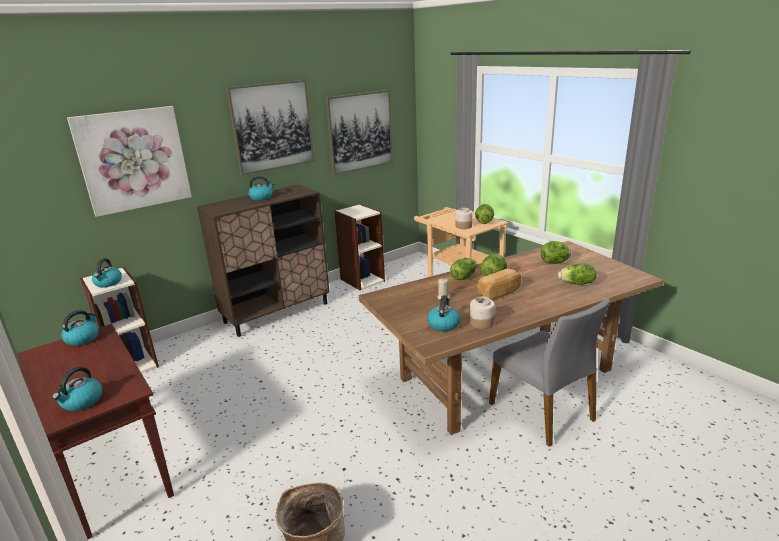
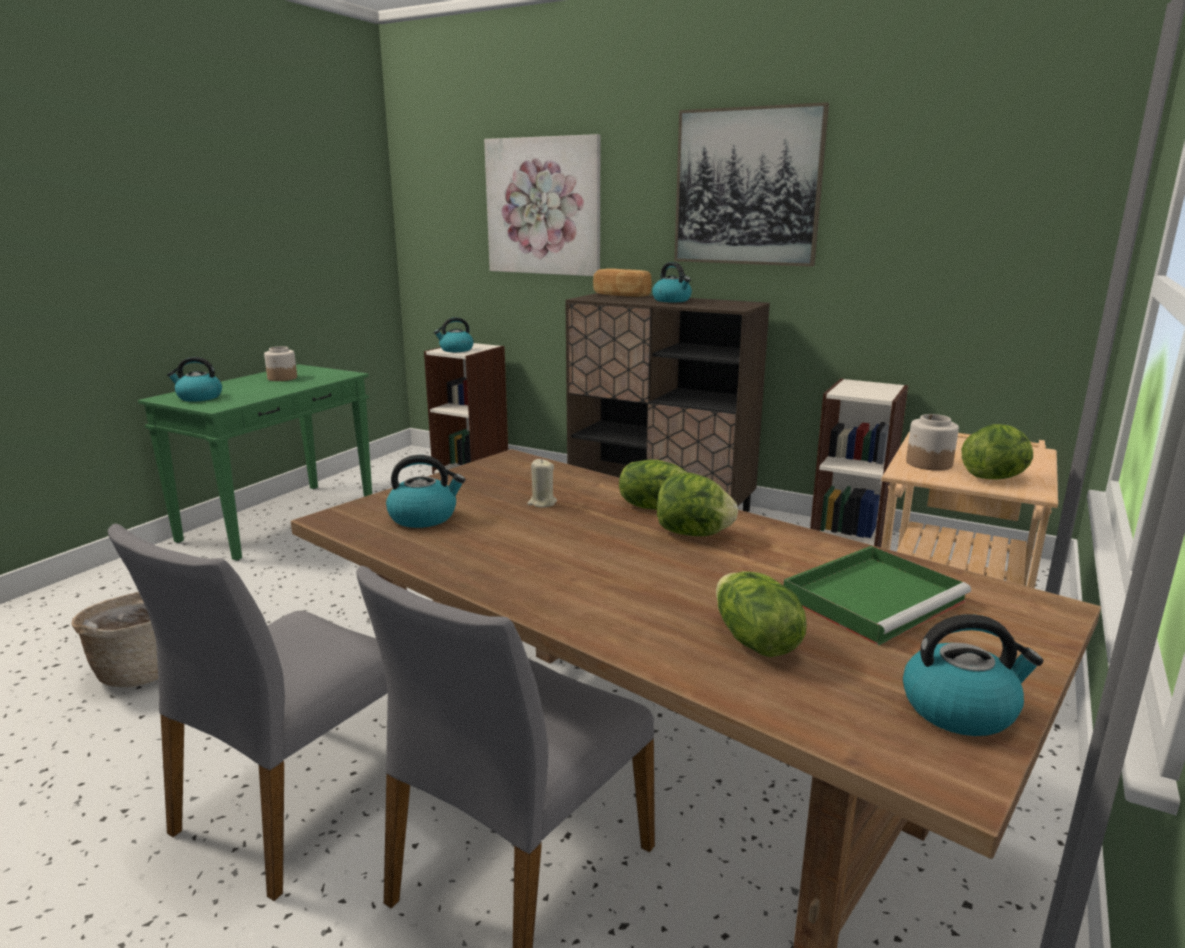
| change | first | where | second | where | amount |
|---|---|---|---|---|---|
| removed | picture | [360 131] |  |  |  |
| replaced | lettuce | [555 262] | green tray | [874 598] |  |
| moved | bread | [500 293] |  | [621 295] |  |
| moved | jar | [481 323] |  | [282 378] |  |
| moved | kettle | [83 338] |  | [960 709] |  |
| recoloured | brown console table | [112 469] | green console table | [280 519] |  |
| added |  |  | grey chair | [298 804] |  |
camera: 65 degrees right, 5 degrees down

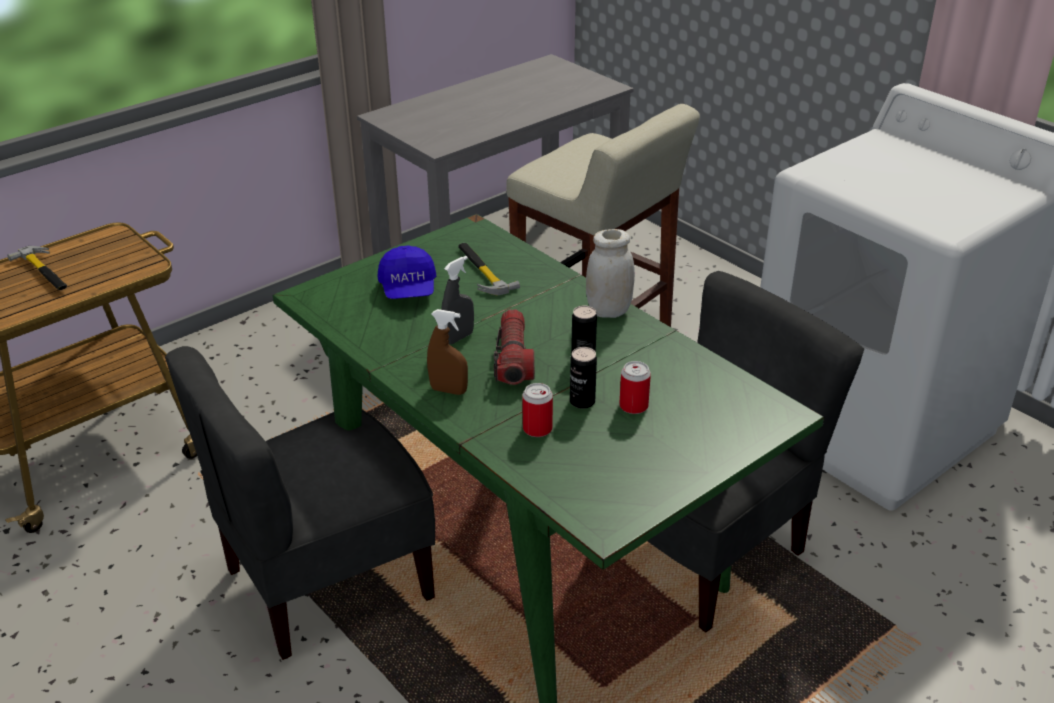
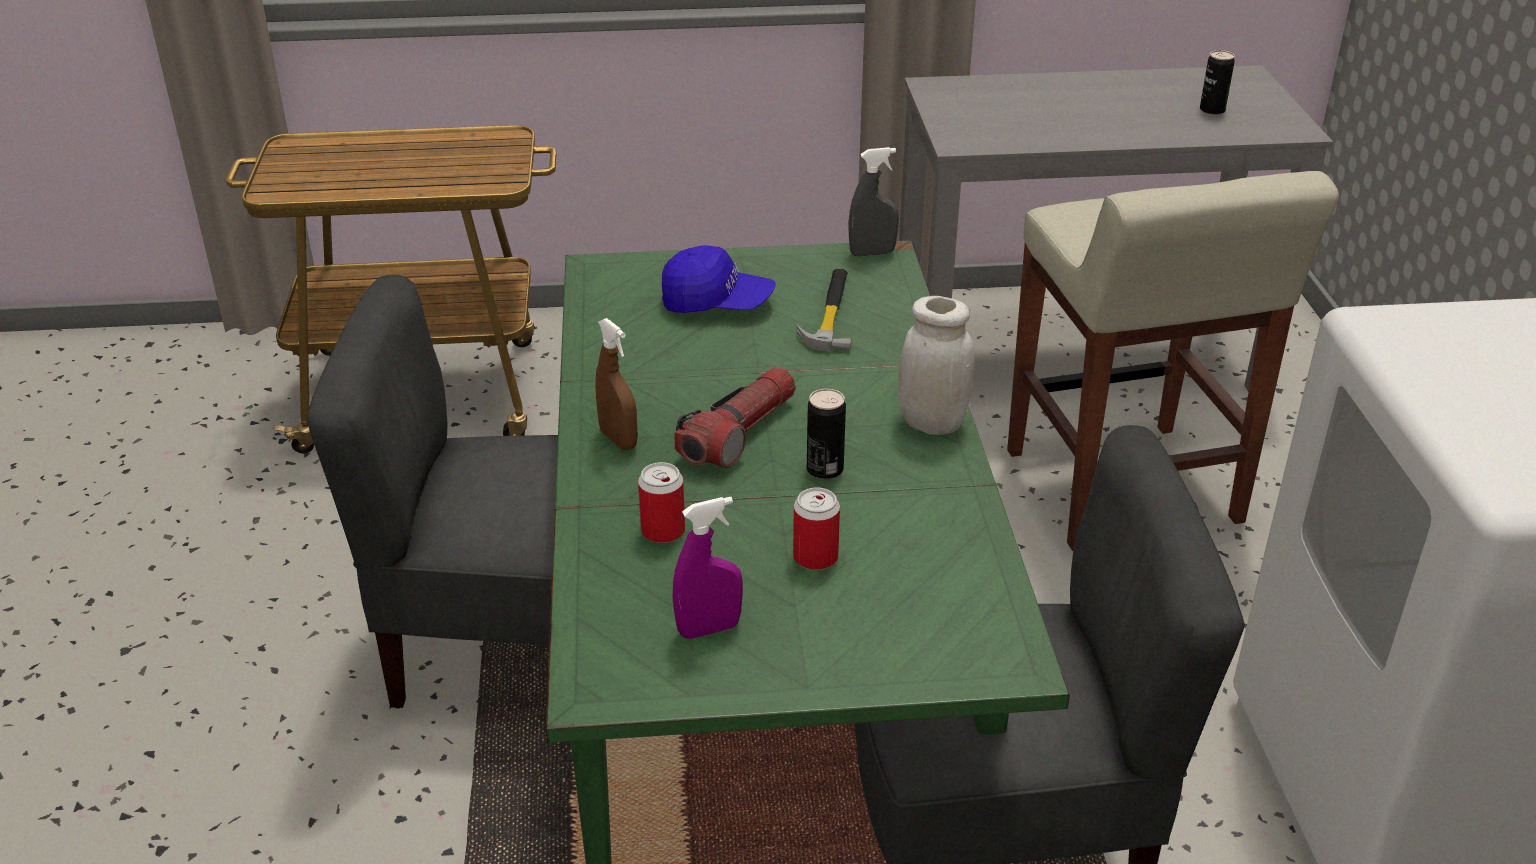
| change | first | where | second | where | amount |
|---|---|---|---|---|---|
| turned | blue cap | [408 289] |  | [717 303] | 105 degrees counterclockwise |
| removed | hammer | [44 271] |  |  |  |
| moved | grey spray bottle | [458 337] |  | [872 253] |  |
| moved | can | [582 402] |  | [1212 110] |  |
| added |  |  | purple spray bottle | [709 629] |  |
camera: 35 degrees right, 0 degrees up

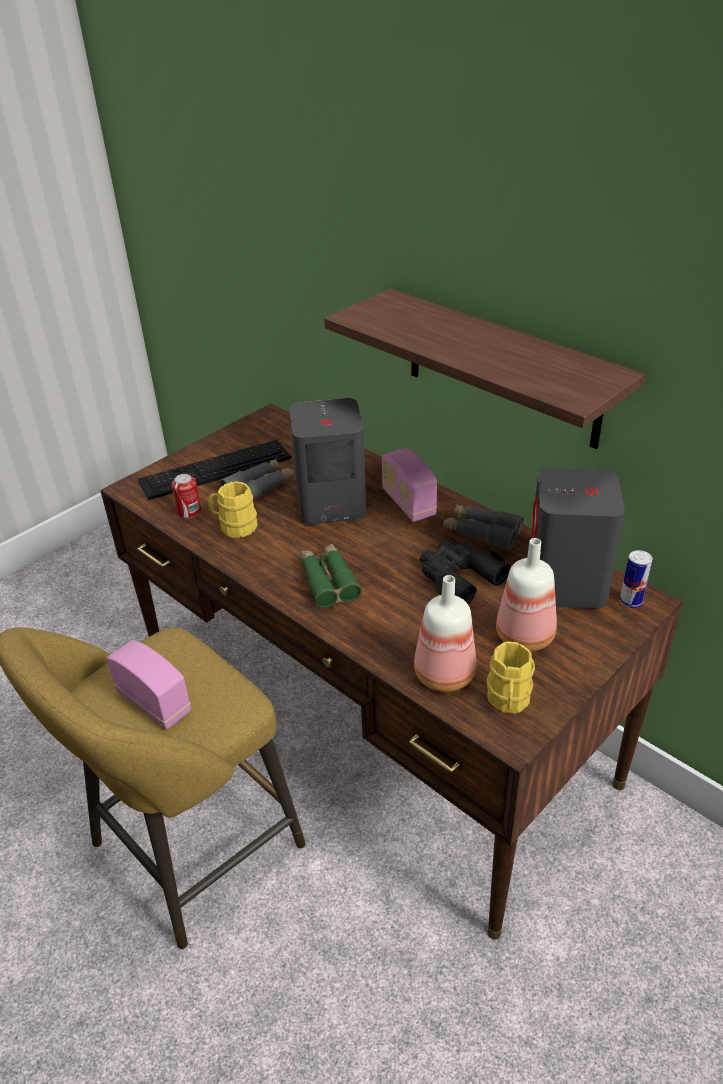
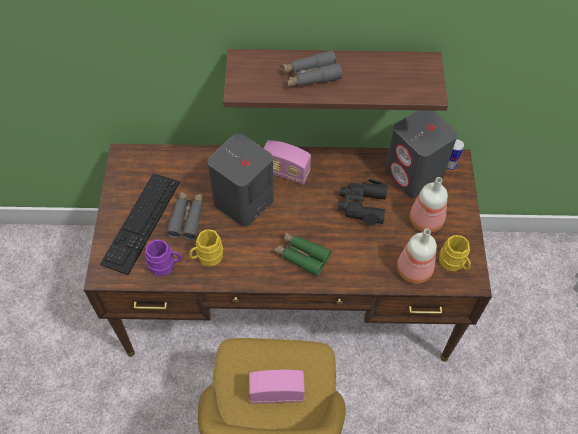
| change | first | where | second | where | amount |
|---|---|---|---|---|---|
| replaced | can | [189 511] | purple mug | [165 265] |  |
| moved | grey binoculars | [481 532] |  | [310 76] |  |
camera: 45 degrees left, 20 degrees up

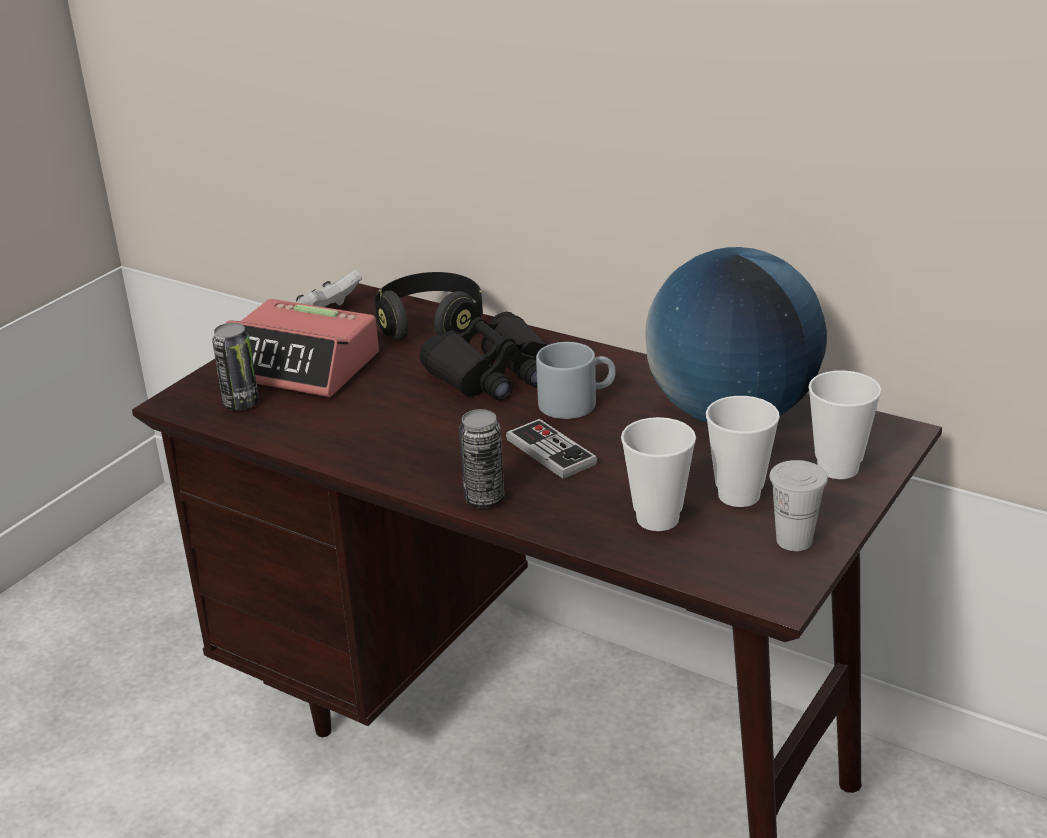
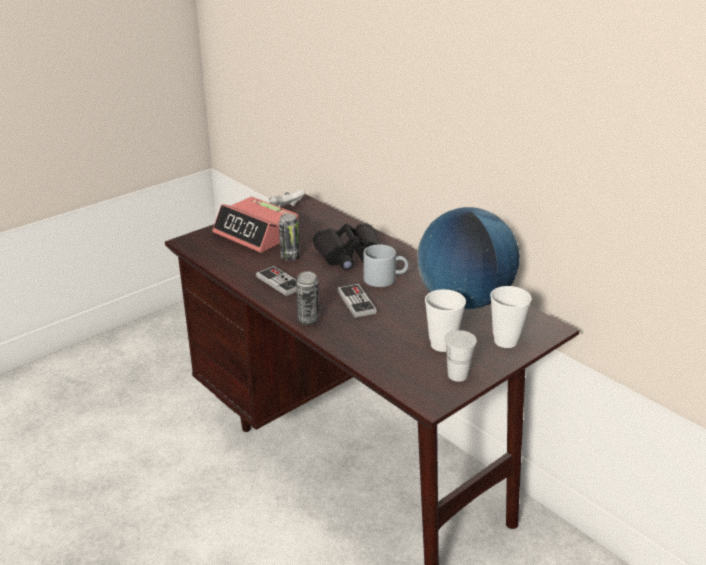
| change | first | where | second | where | amount |
|---|---|---|---|---|---|
| removed | black headphones | [431 325] |  |  |  |
| moved | can | [241 404] |  | [290 257] |  |
| removed | cup | [657 519] |  |  |  |
| added |  |  | game controller | [280 282] |  |
camera: 15 degrees right, 0 degrees up

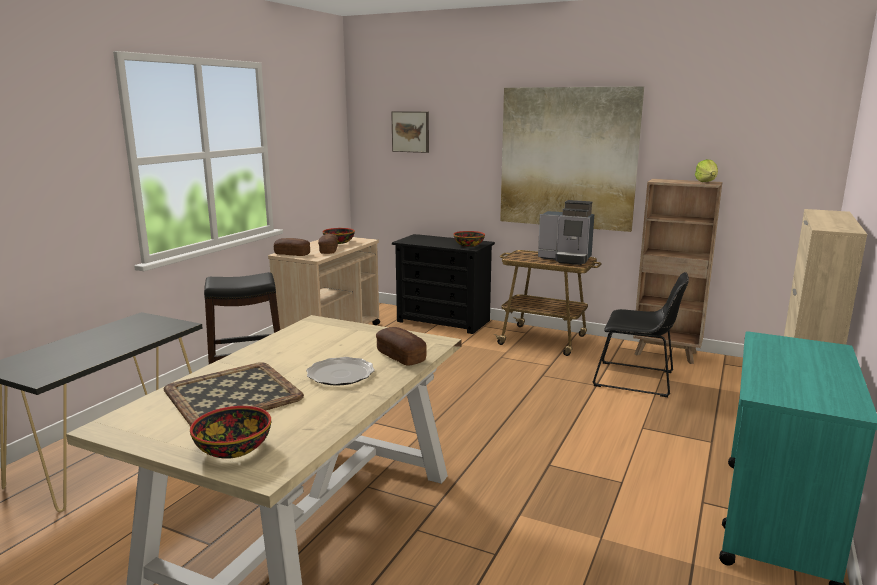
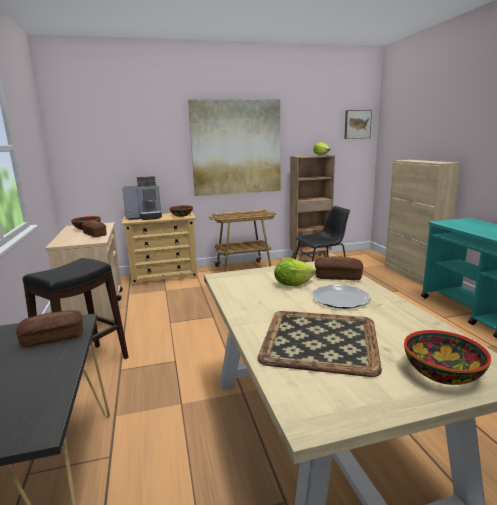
| change | first | where | second | where | amount |
|---|---|---|---|---|---|
| moved | picture | [411 131] |  | [357 124] |  |
| moved | coffee machine | [566 259] |  | [145 217] |  |
| recoloured | black dresser | [443 321] | beige dresser | [165 276] |  |
| moved | bread | [292 254] |  | [53 338] |  |
| added |  |  | lettuce | [292 284] |  |
camera: 40 degrees left, 0 degrees up

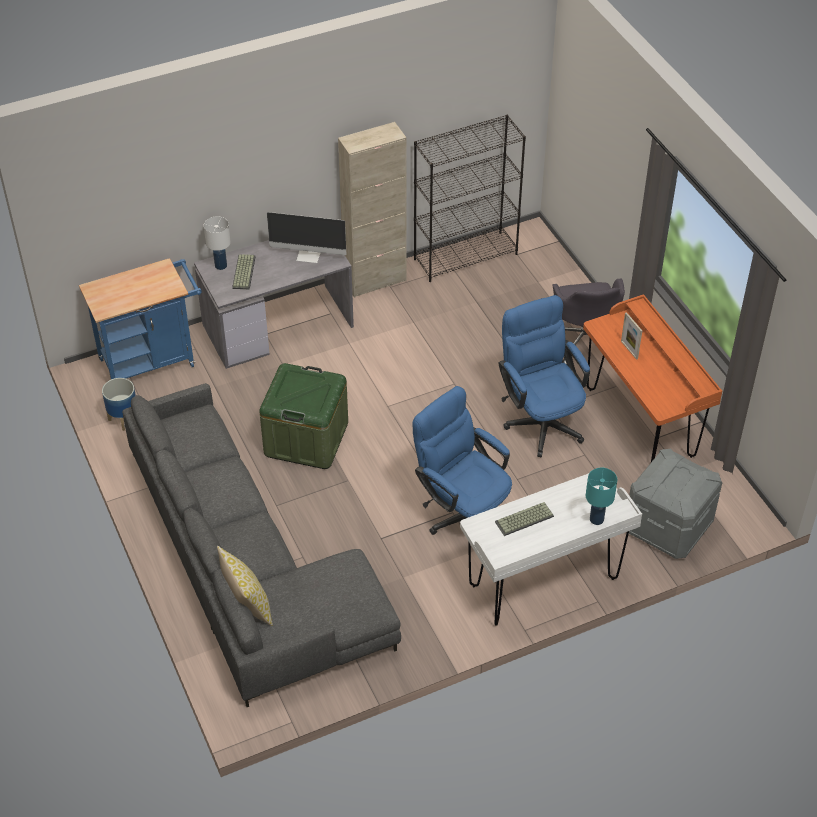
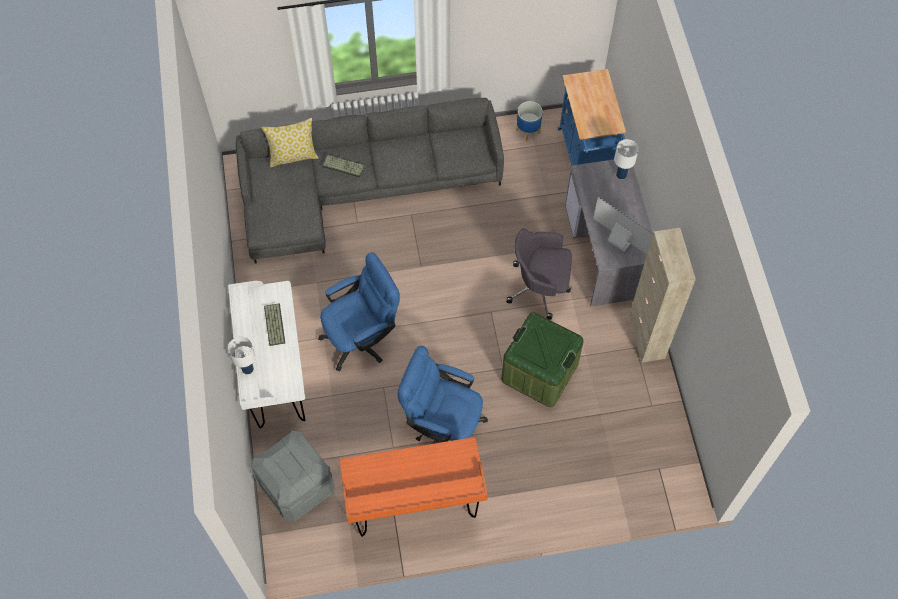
| change | first | where | second | where | amount |
|---|---|---|---|---|---|
| removed | black bookcase | [466 256] |  |  |  |
| turned | monitor | [309 255] |  | [619 241] | 105 degrees clockwise |
| moved | keyboard | [243 272] |  | [344 166] |  |
| moved | grey office chair | [584 340] |  | [540 287] |  |
| turned | blue office chair | [540 419] |  | [443 425] | 150 degrees counterclockwise |
| removed | picture frame | [629 350] |  |  |  |
| moved | green storage box | [306 438] |  | [539 372] |  |
| recoloured | turquoise table lamp | [596 519] | white table lamp | [248 369] |  |
camera: 105 degrees right, 15 degrees up

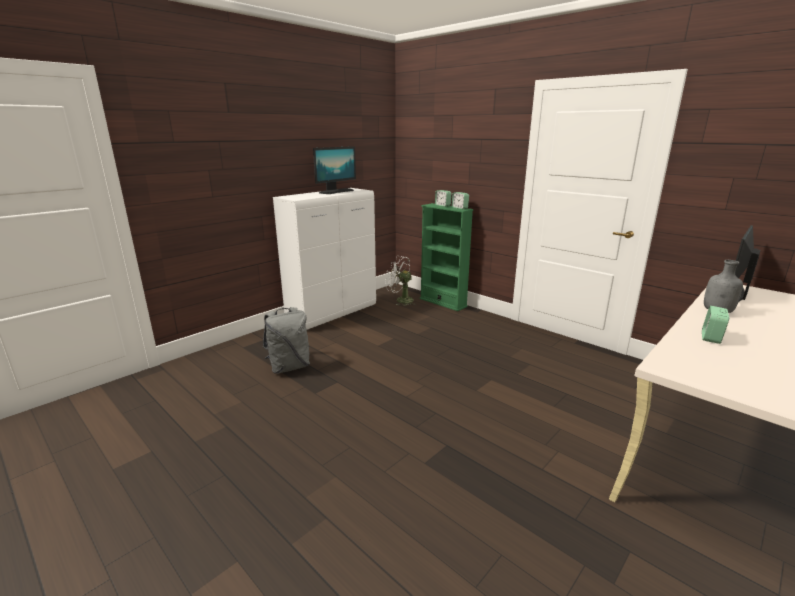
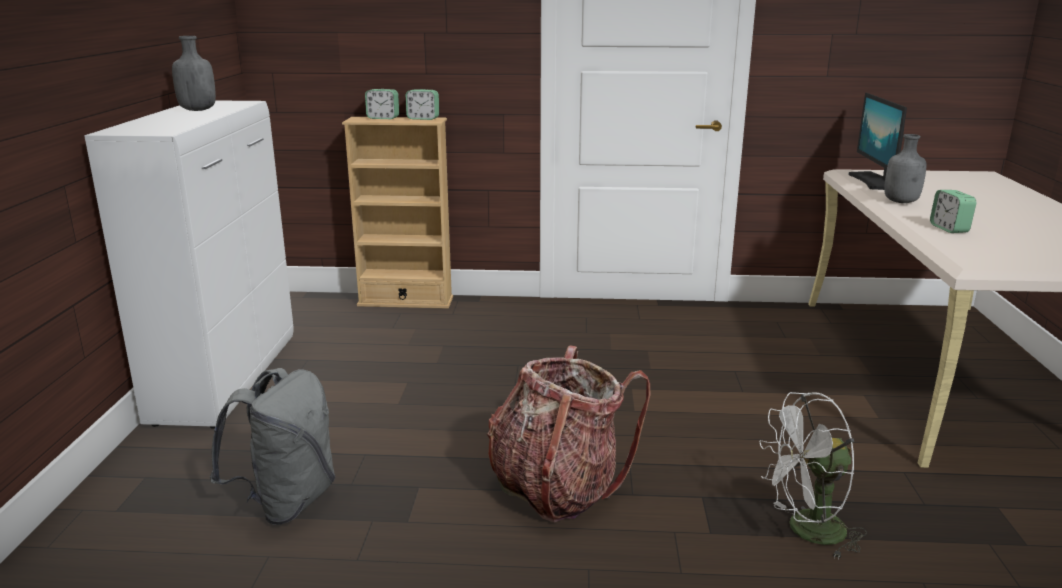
| change | first | where | second | where | amount |
|---|---|---|---|---|---|
| replaced | monitor | [336 191] | grey bottle | [197 110] |  |
| recoloured | green bookcase | [443 302] | beige bookcase | [405 301] |  |
| moved | white fan | [400 300] |  | [806 532] |  |
| added |  |  | backpack | [557 488] |  |
camera: 40 degrees left, 0 degrees up

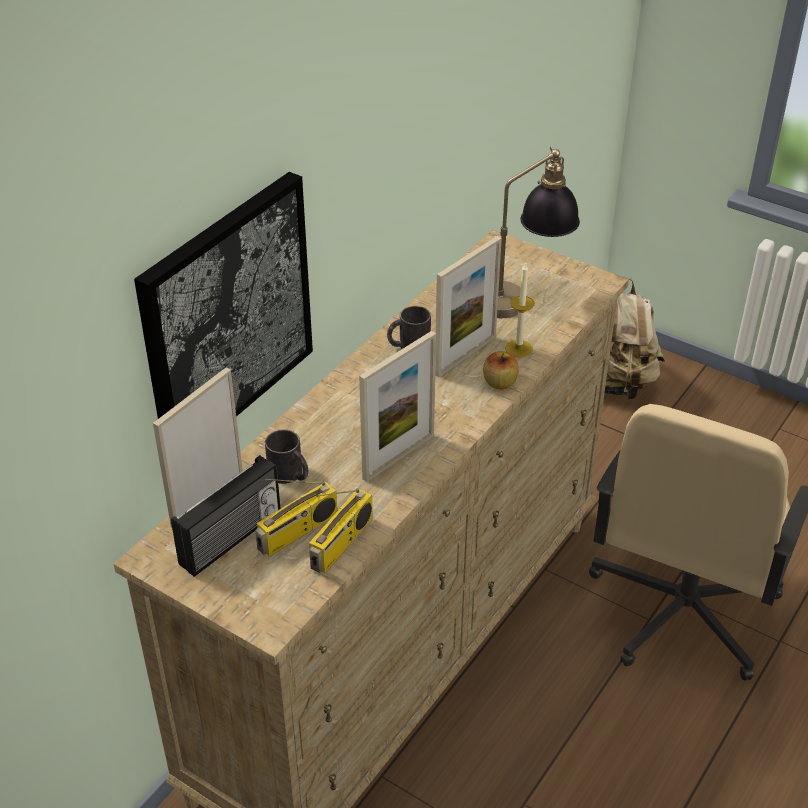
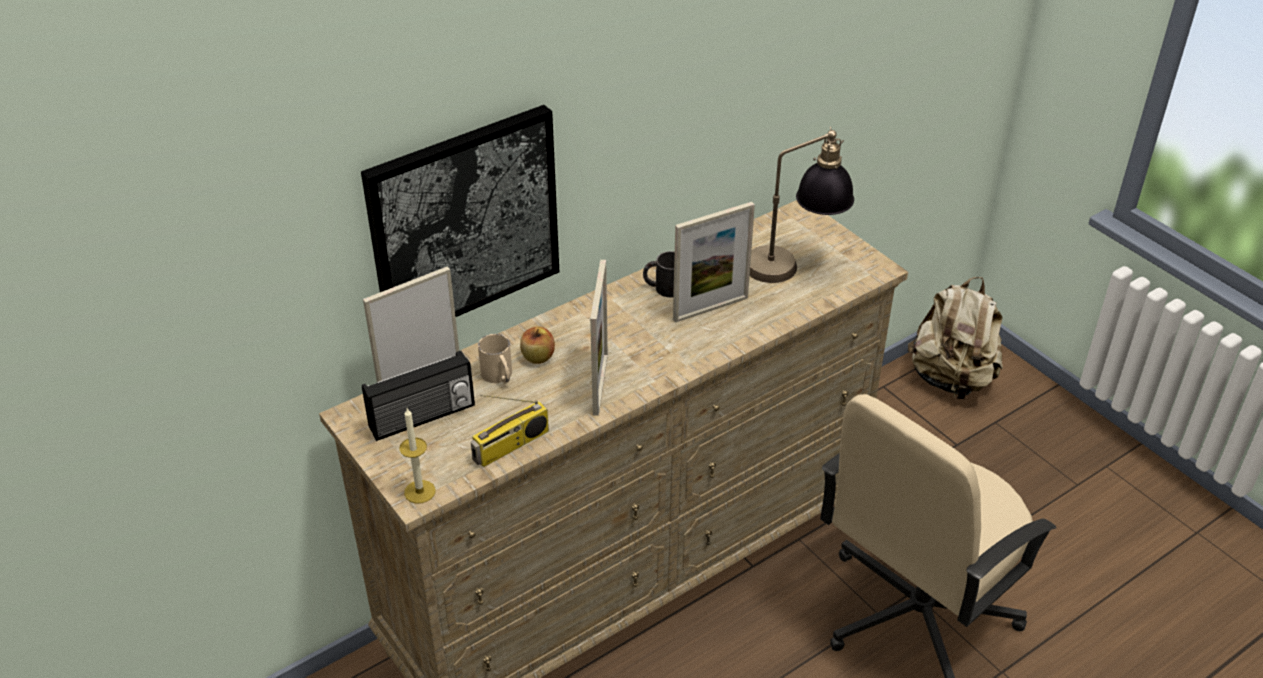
| change | first | where | second | where | amount |
|---|---|---|---|---|---|
| moved | candle | [519 348] |  | [419 491] |  |
| turned | picture frame | [398 457] |  | [600 384] | 60 degrees counterclockwise |
| moved | apple | [499 383] |  | [538 357] |  |
| recoloured | black mug | [290 475] | beige mug | [499 376] |  |
| removed | radio | [298 532] |  |  |  |
camera: 20 degrees right, 0 degrees up

